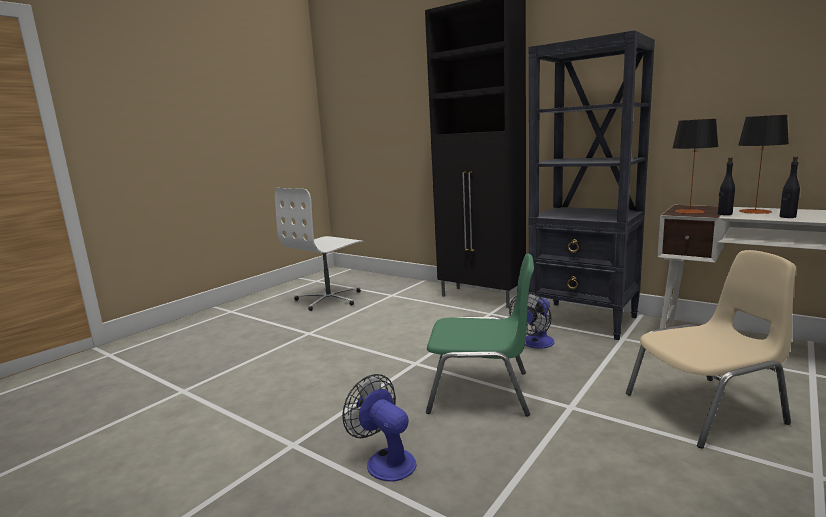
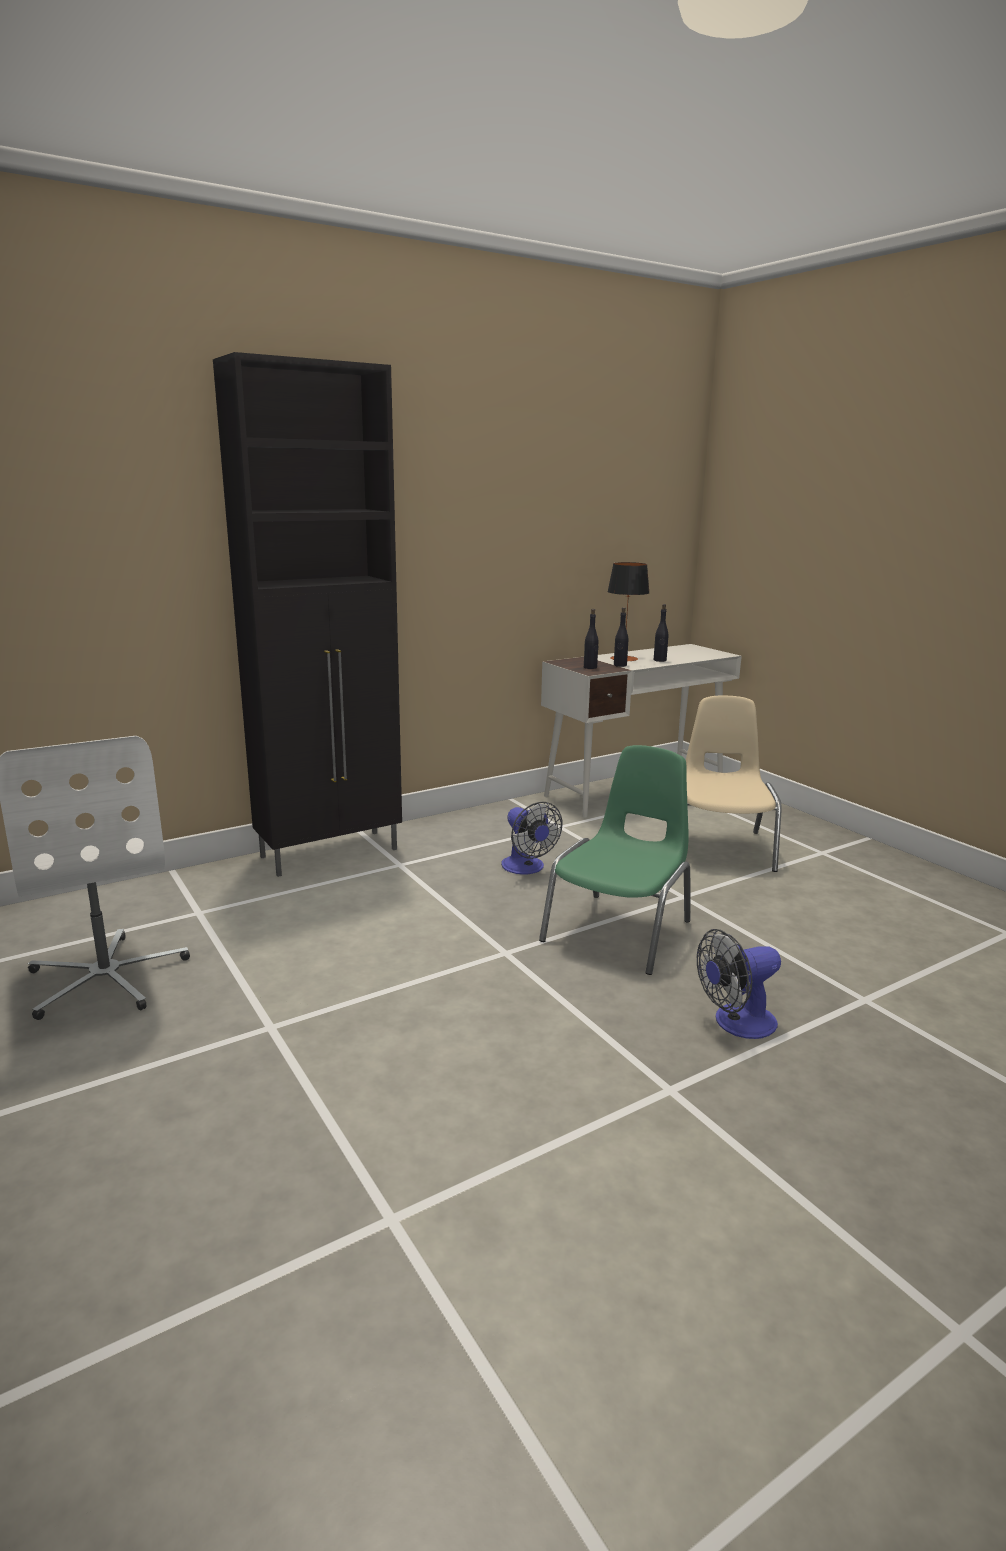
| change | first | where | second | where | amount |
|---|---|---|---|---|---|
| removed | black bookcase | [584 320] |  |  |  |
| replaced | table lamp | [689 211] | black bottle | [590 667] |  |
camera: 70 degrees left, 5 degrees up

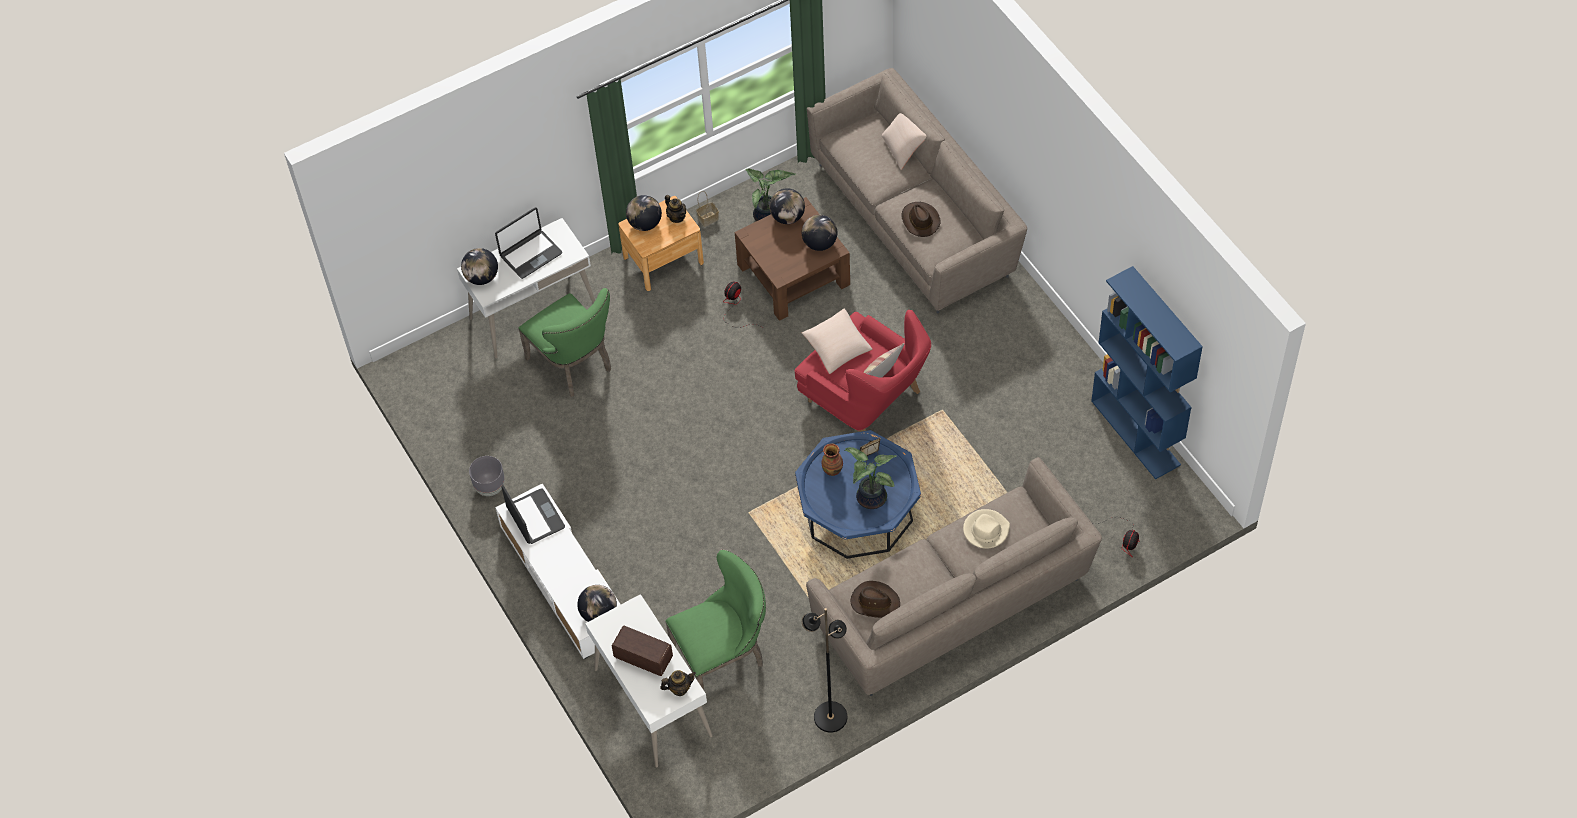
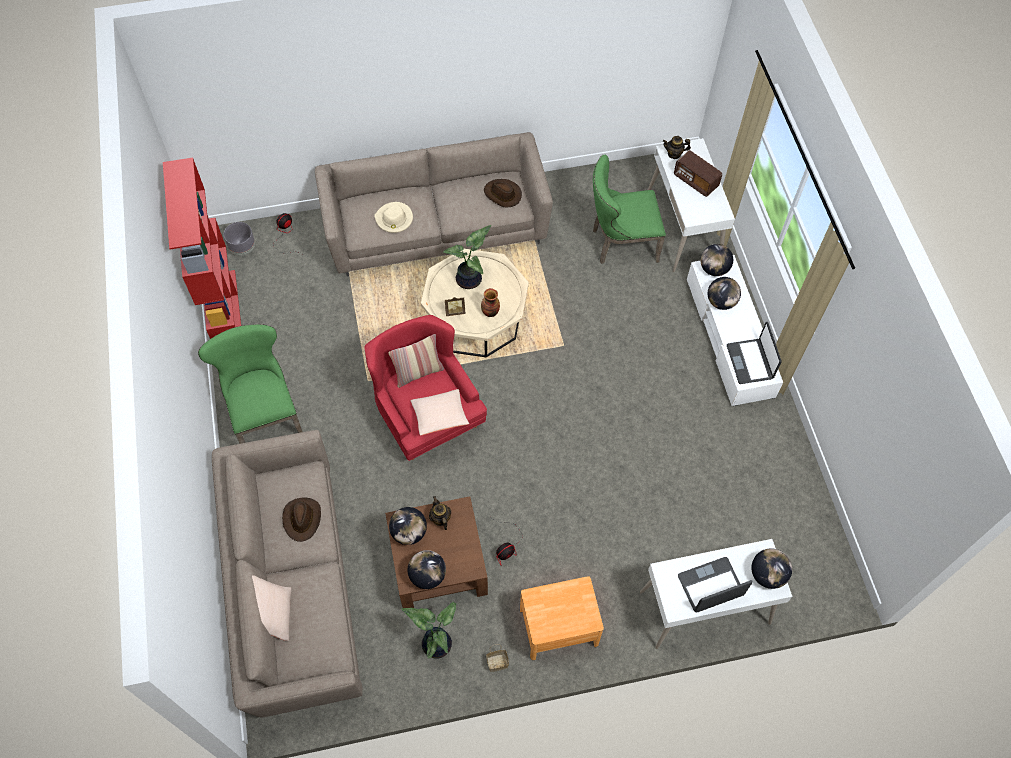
| change | first | where | second | where | amount |
|---|---|---|---|---|---|
| moved | globe | [645 224] |  | [721 302] |  |
| moved | teapot | [677 217] |  | [440 519] |  |
| recoloured | blue bookcase | [1136 433] | red bookcase | [225 311] |  |
| moved | green chair | [574 365] |  | [264 414] |  |
| recoloured | blue coffee table | [858 512] | beige coffee table | [475 318] |  |
| moved | grey planter | [489 487] |  | [243 249] |  |
| removed | black floor lamp | [830 716] |  |  |  |
camera: 165 degrees left, 5 degrees up

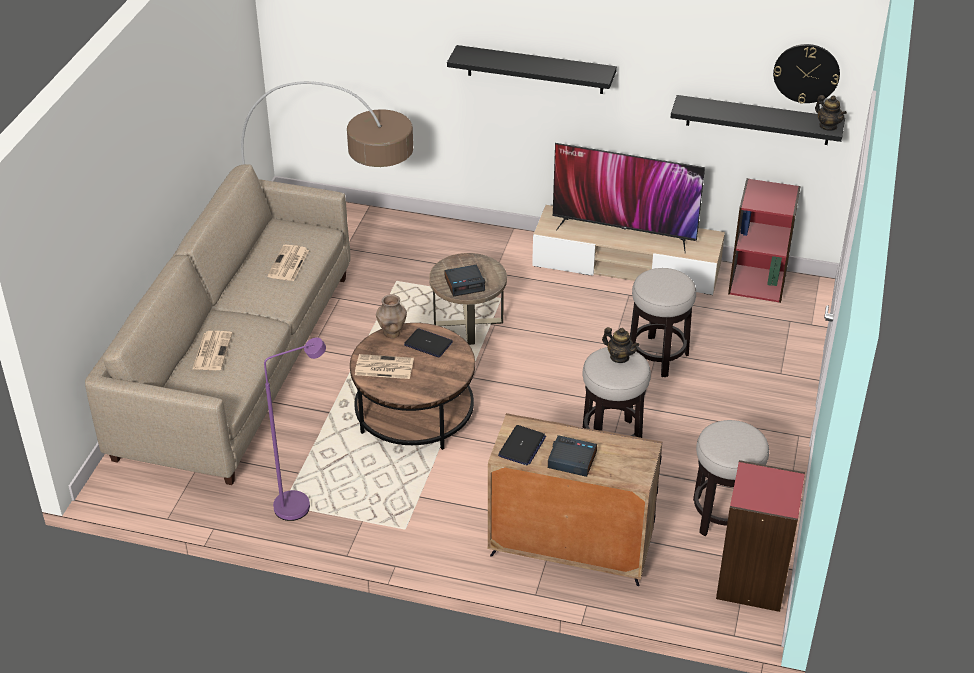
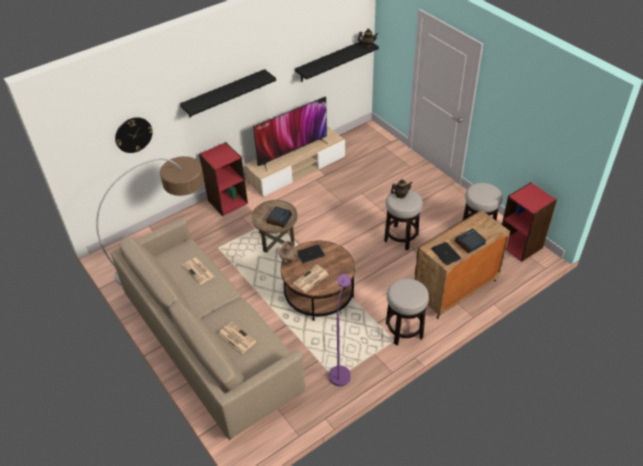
| change | first | where | second | where | amount |
|---|---|---|---|---|---|
| moved | wall clock | [806 73] |  | [133 135] |  |
| moved | red bookcase | [757 282] |  | [227 201] |  |
| moved | stool | [658 357] |  | [404 330] |  |
camera: 50 degrees left, 5 degrees up

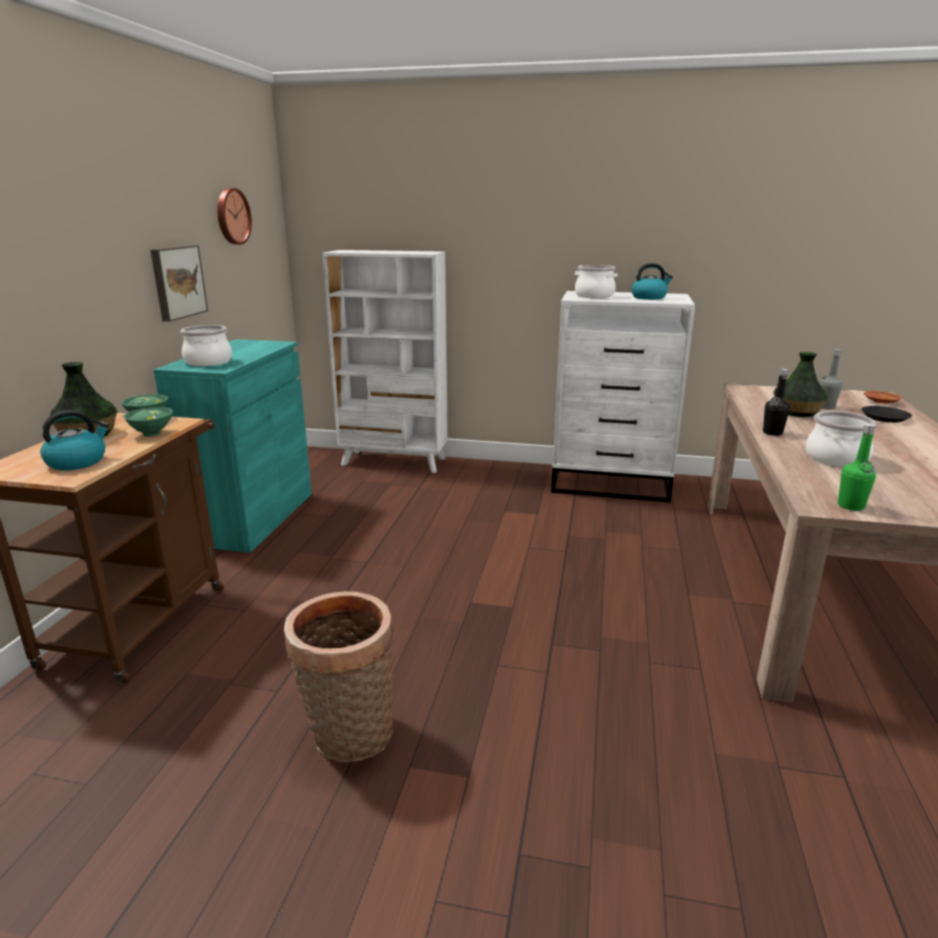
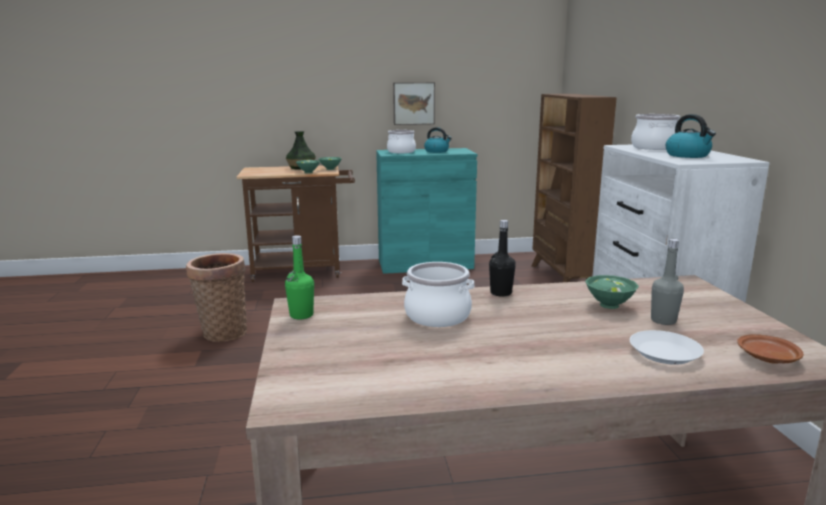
| change | first | where | second | where | amount |
|---|---|---|---|---|---|
| removed | wall clock | [232 216] |  |  |  |
| recoloured | white bookcase | [394 462] | brown bookcase | [562 278] |  |
| replaced | vase | [796 412] | green bowl | [609 305] |  |
| recoloured | black plate | [885 418] | white plate | [664 353] |  |
| moved | kettle | [77 461] |  | [437 151] |  |
camera: 70 degrees right, 5 degrees down

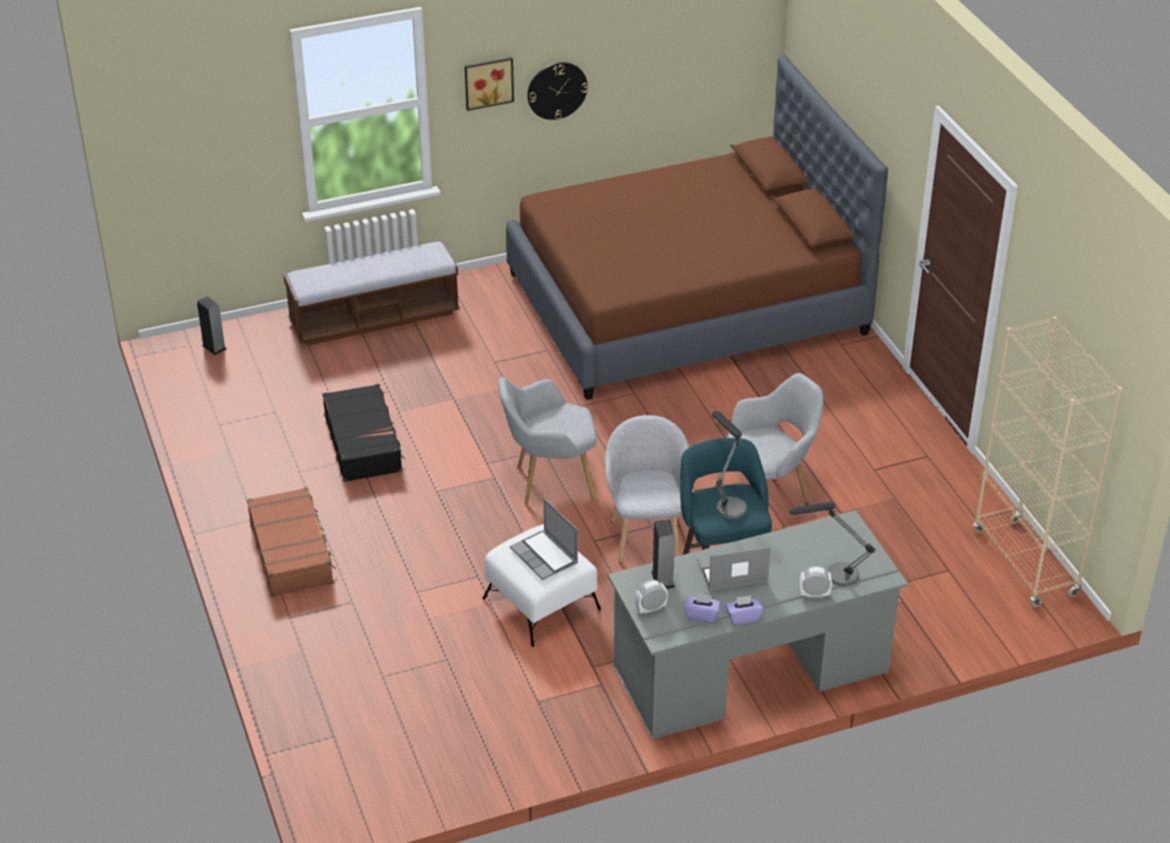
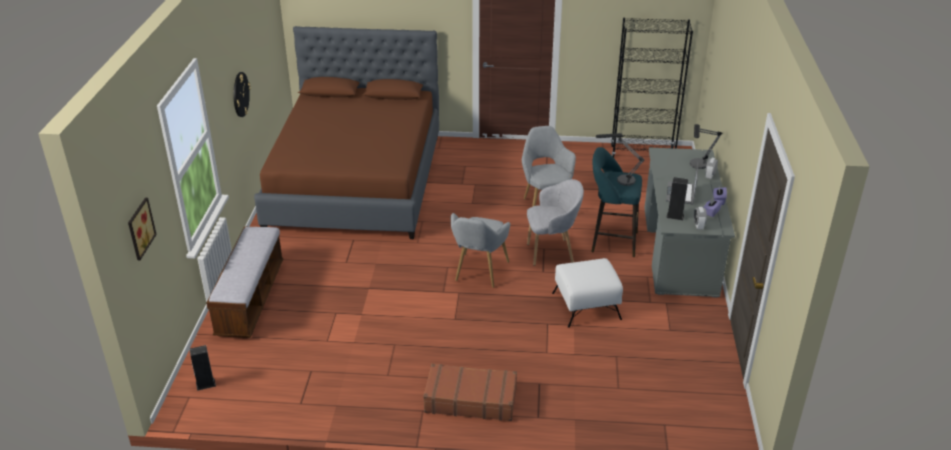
| change | first | where | second | where | amount |
|---|---|---|---|---|---|
| moved | picture | [488 82] |  | [139 228] |  |
| recoloured | beige bookcase | [1025 564] | black bookcase | [642 152] |  |
| removed | black suitcase | [363 443] |  |  |  |
| turned | grey armchair | [647 537] |  | [552 253] | 150 degrees clockwise |
| removed | laptop | [545 556] |  |  |  |
camera: 65 degrees left, 5 degrees down

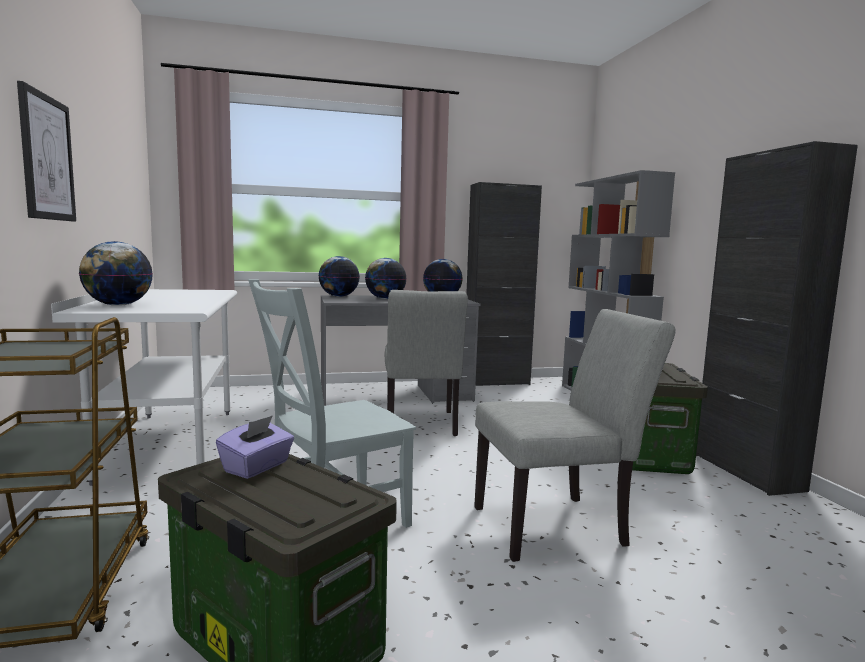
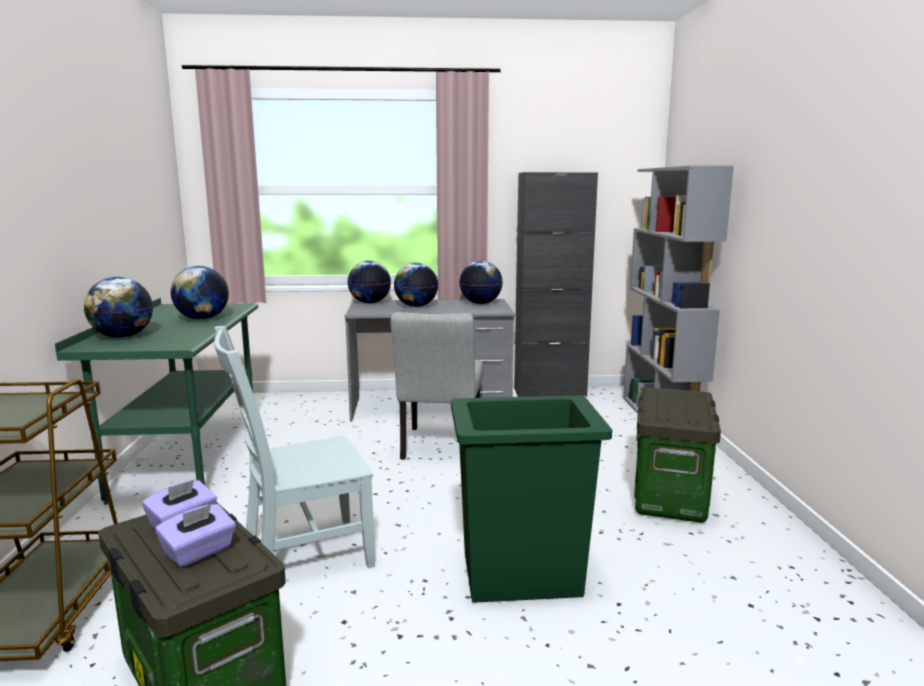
| change | first | where | second | where | amount |
|---|---|---|---|---|---|
| removed | picture | [46 158] |  |  |  |
| removed | black cabinet | [747 472] |  |  |  |
| recoloured | white desk | [170 443] | green desk | [188 460] |  |
| replaced | grey chair | [559 525] | green trash can | [523 576] |  |
| added |  |  | globe | [202 319] |  |
| added |  |  | purple tissue box | [199 552] |  |
camera: 10 degrees right, 5 degrees up

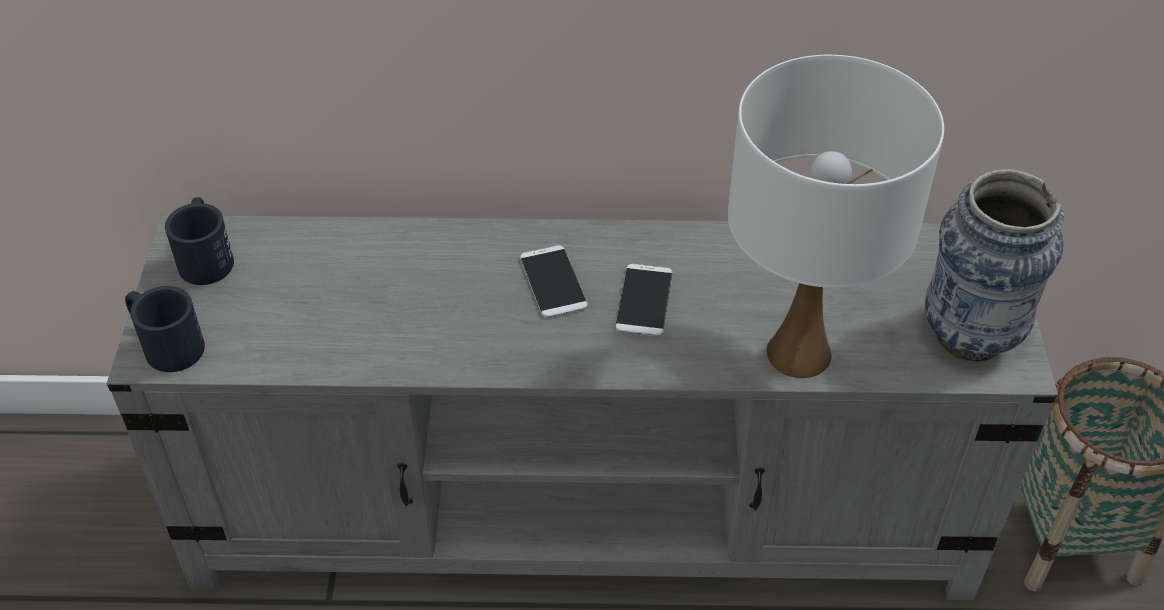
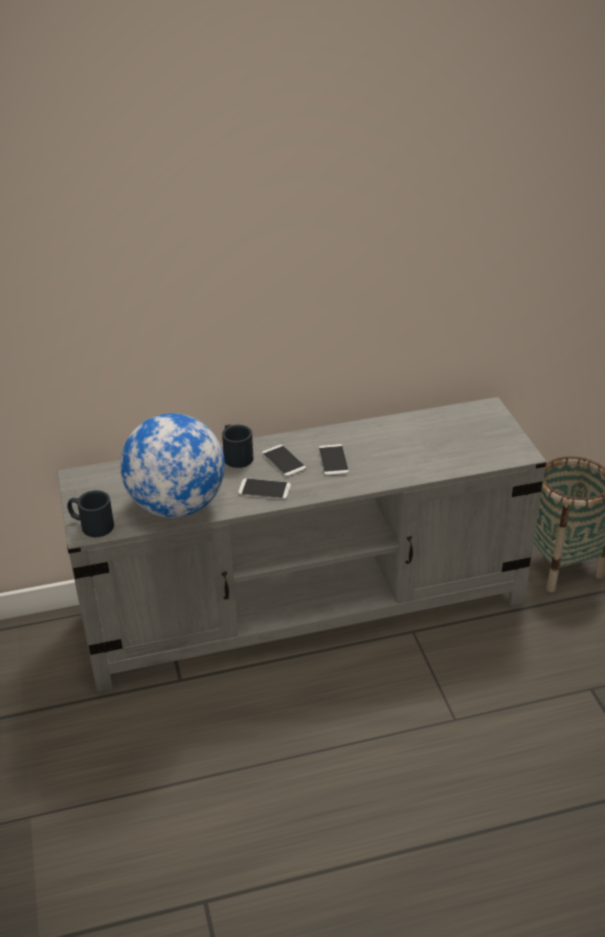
| change | first | where | second | where | amount |
|---|---|---|---|---|---|
| removed | white table lamp | [797 353] |  |  |  |
| removed | vase | [970 336] |  |  |  |
| moved | black mug | [206 256] |  | [236 455] |  |
| added |  |  | globe | [177 506] |  |
| added |  |  | phone | [264 489] |  |
camera: 15 degrees left, 10 degrees down

